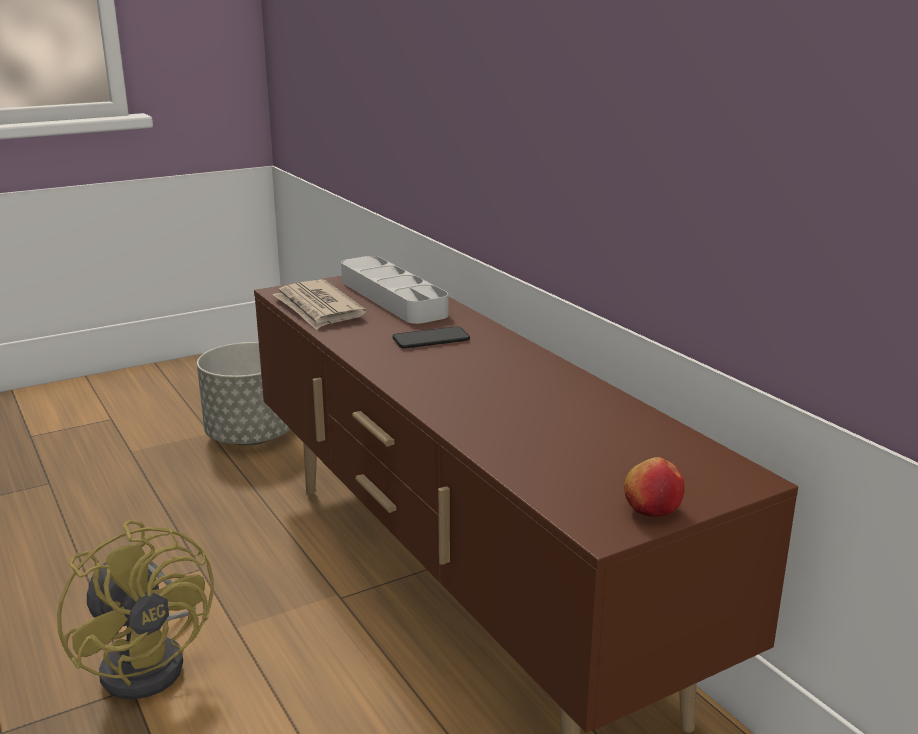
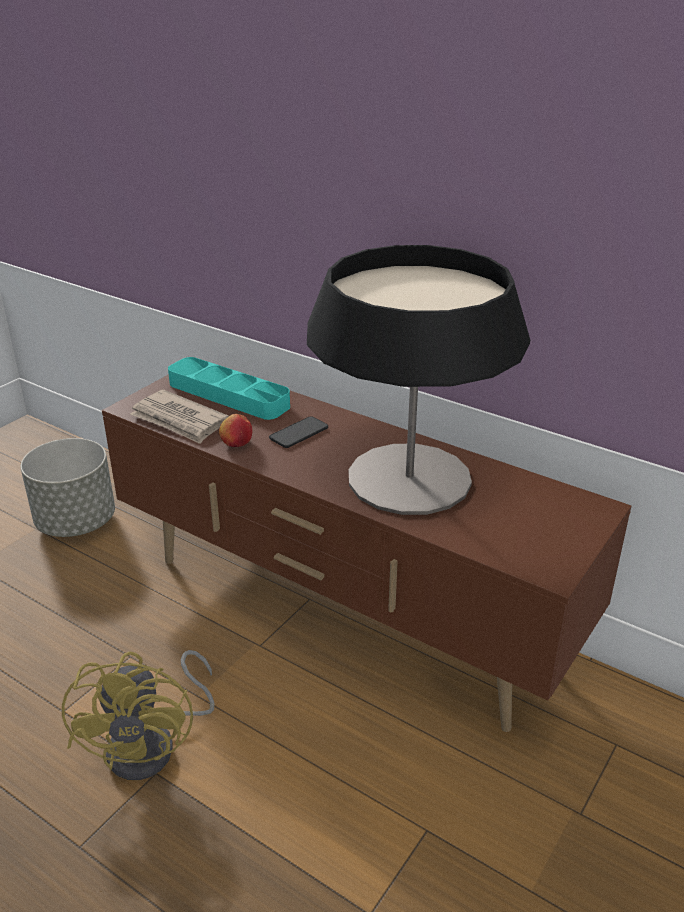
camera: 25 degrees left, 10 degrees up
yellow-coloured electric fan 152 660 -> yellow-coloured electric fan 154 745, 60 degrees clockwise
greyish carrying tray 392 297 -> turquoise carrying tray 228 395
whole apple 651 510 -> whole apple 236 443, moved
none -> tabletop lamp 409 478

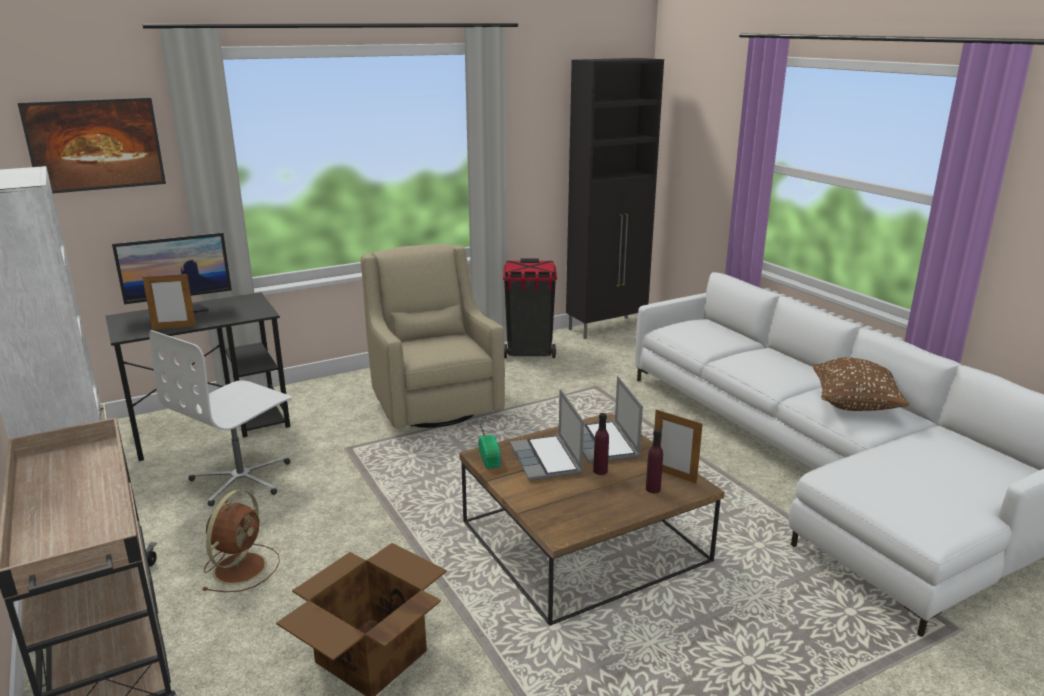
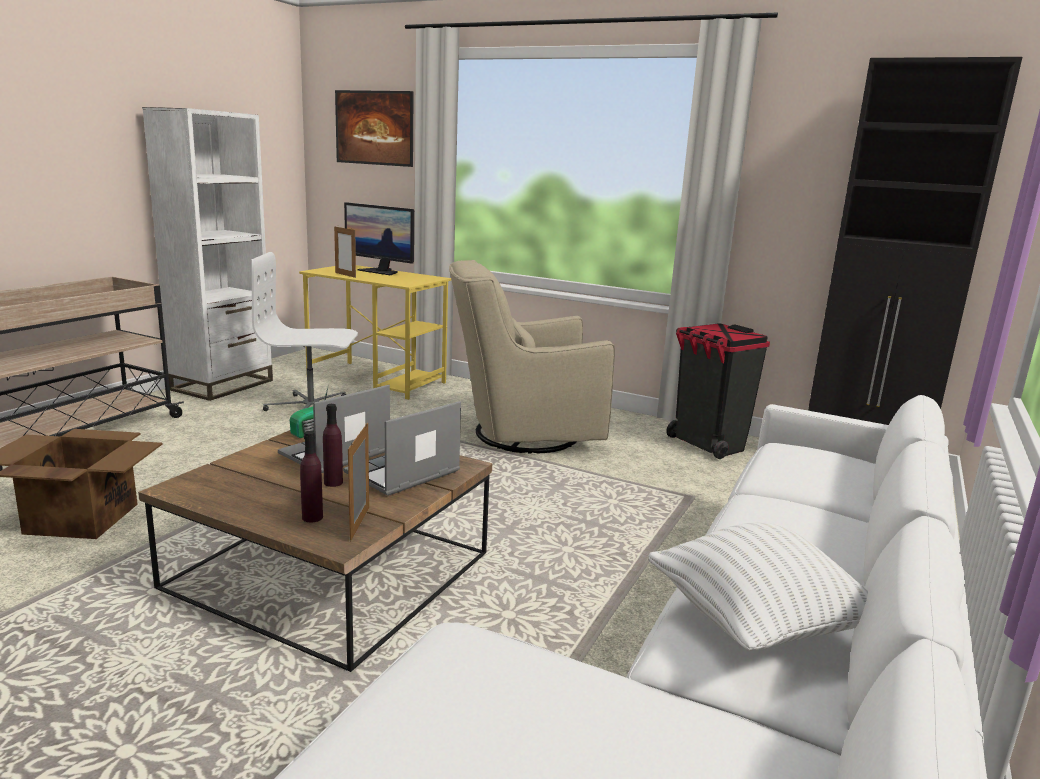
camera: 55 degrees right, 5 degrees down
black-coloured desk table 212 427 -> yellow-coloured desk table 377 380
beige armchair 433 404 -> beige armchair 521 434, 135 degrees counterclockwise
brown pillow 854 404 -> whitish pillow 757 624
brown electric fan 241 567 -> none

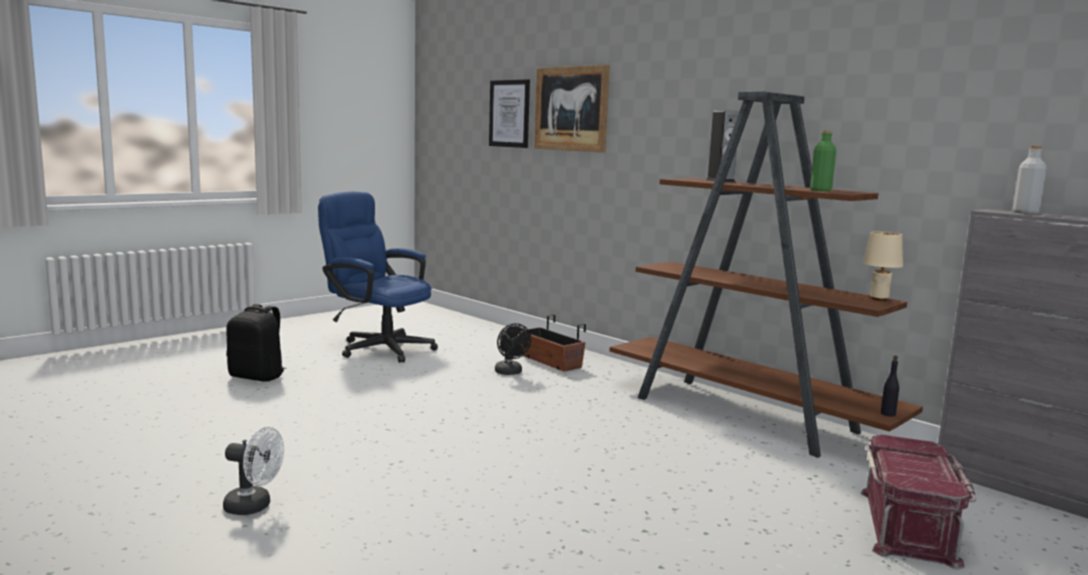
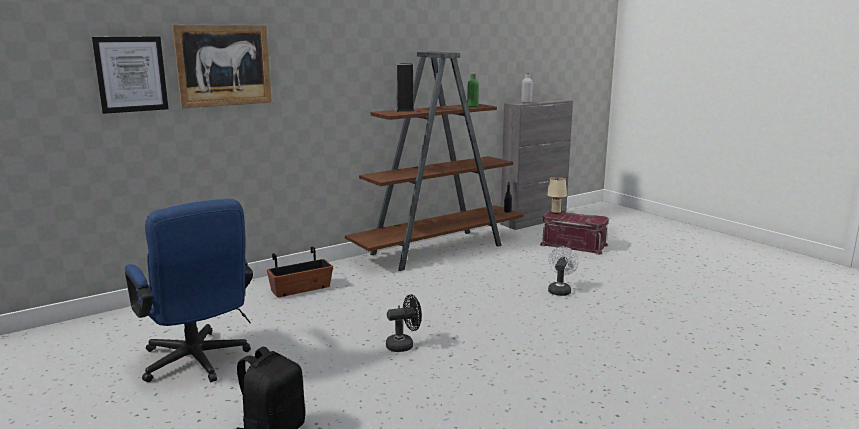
camera: 80 degrees left, 5 degrees up
blue desk chair 378 347 -> blue desk chair 197 363, 75 degrees counterclockwise
black-coloured electric fan 510 373 -> black-coloured electric fan 404 345, moved
beige tabletop lamp 879 299 -> beige tabletop lamp 556 212, moved
whitish electric fan 254 506 -> whitish electric fan 560 290, moved

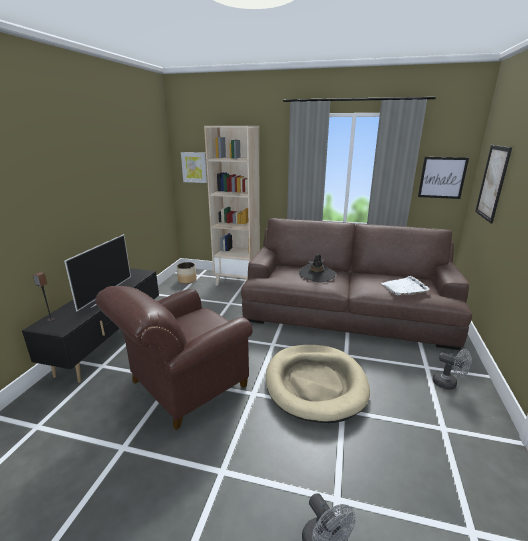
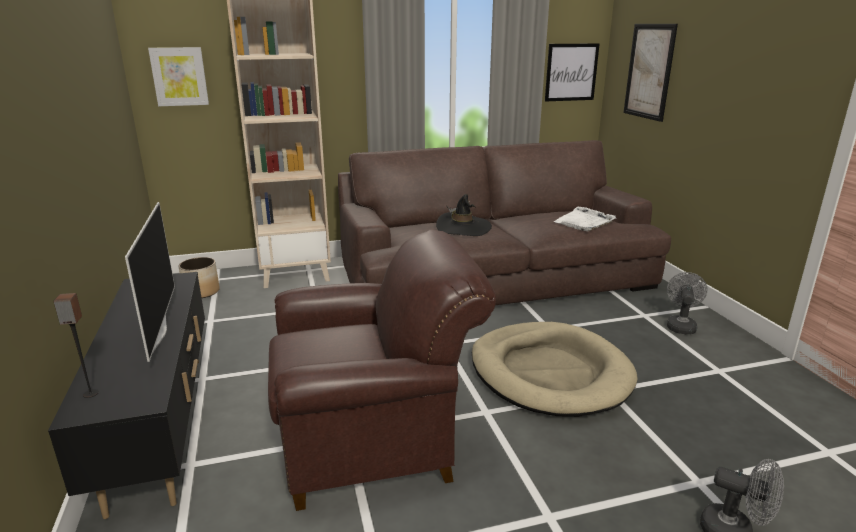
camera: 30 degrees left, 0 degrees up
brown armchair 183 386 -> brown armchair 375 440, 120 degrees counterclockwise
greyish electric fan 448 384 -> greyish electric fan 680 325, 75 degrees counterclockwise

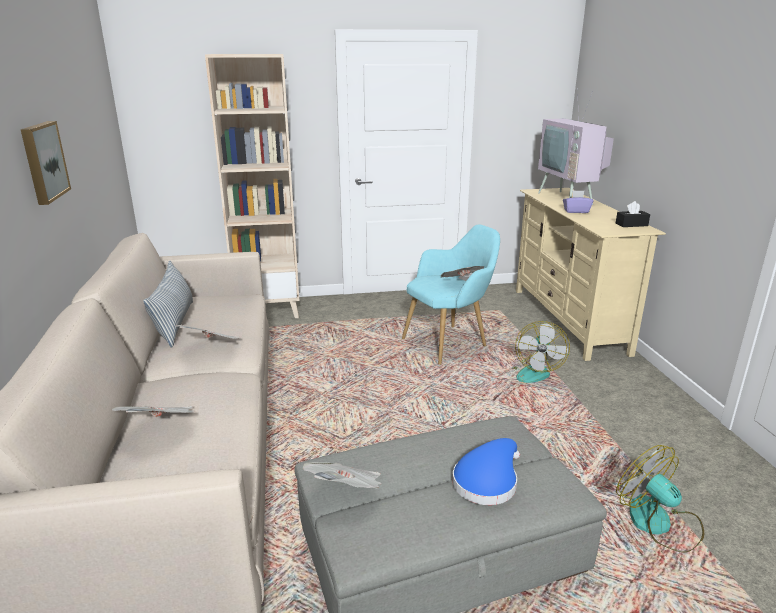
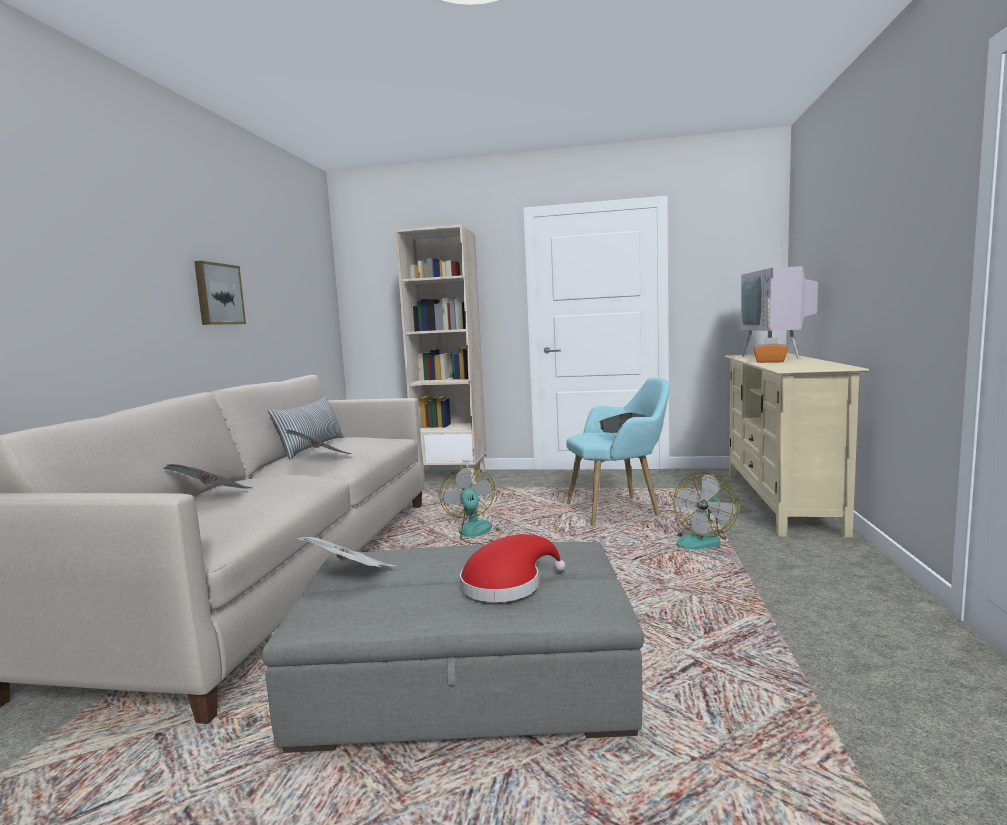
camera: 20 degrees right, 15 degrees down
electric fan 659 524 -> electric fan 478 533, moved
blue hat 487 481 -> red hat 506 585
purplish tissue box 576 211 -> orange-coloured tissue box 770 362
black-coloured tissue box 631 224 -> none

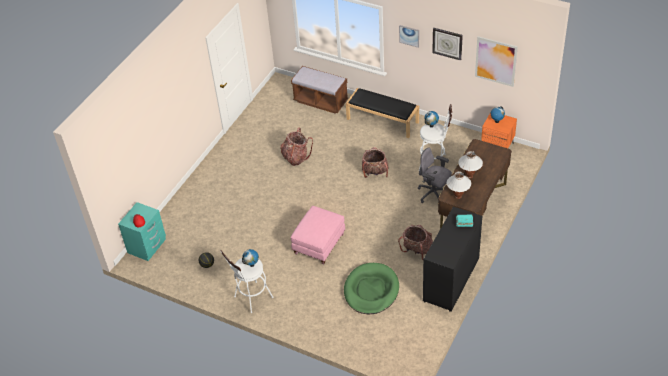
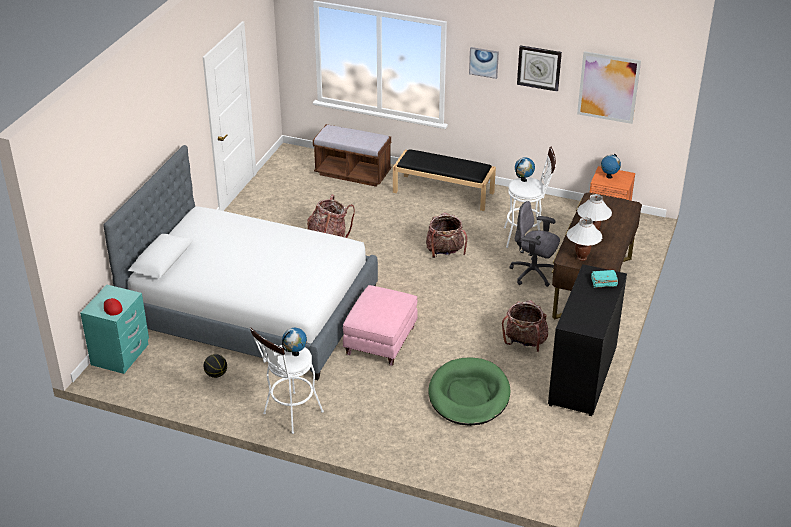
camera: 10 degrees left, 10 degrees down
none -> bedroom bed 251 309

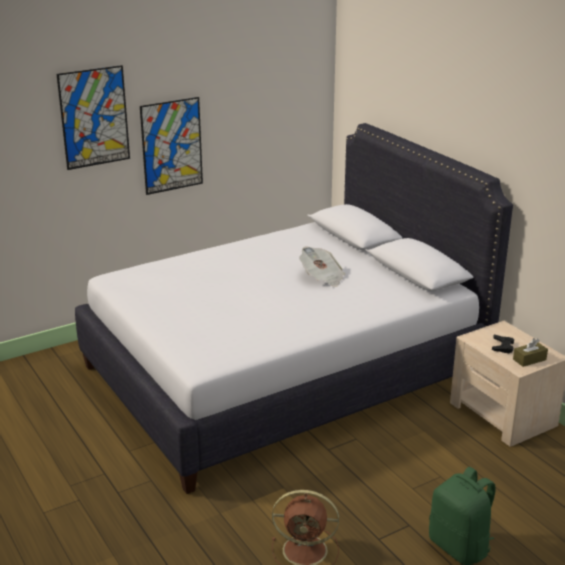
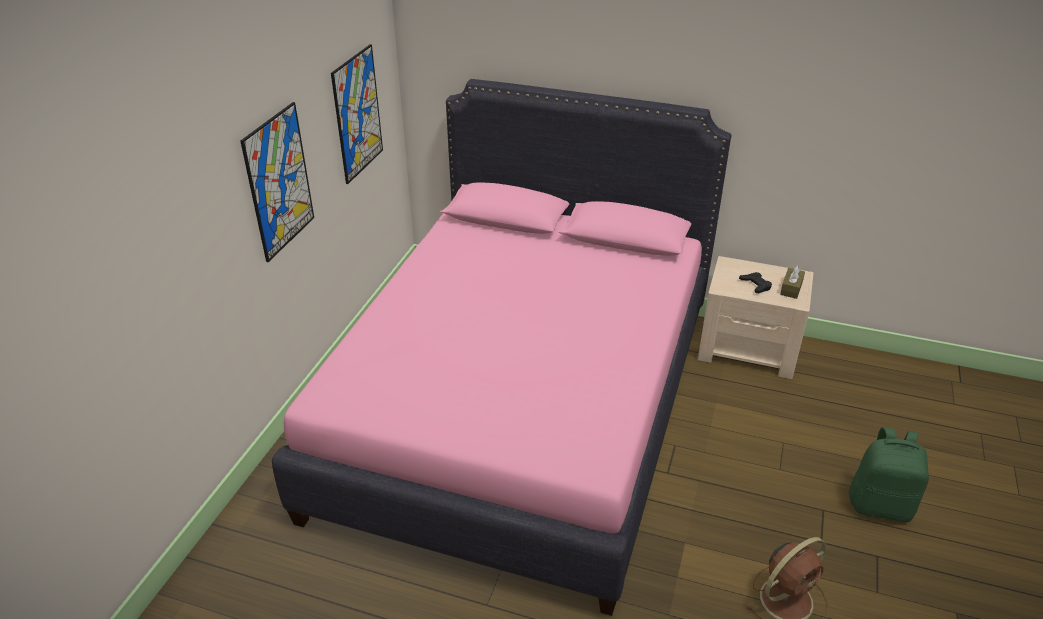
camera: 40 degrees left, 10 degrees up
whitish bedroom bed 283 373 -> pinkish bedroom bed 520 408
wall picture 94 117 -> wall picture 357 114, moved
daily paper 322 278 -> none

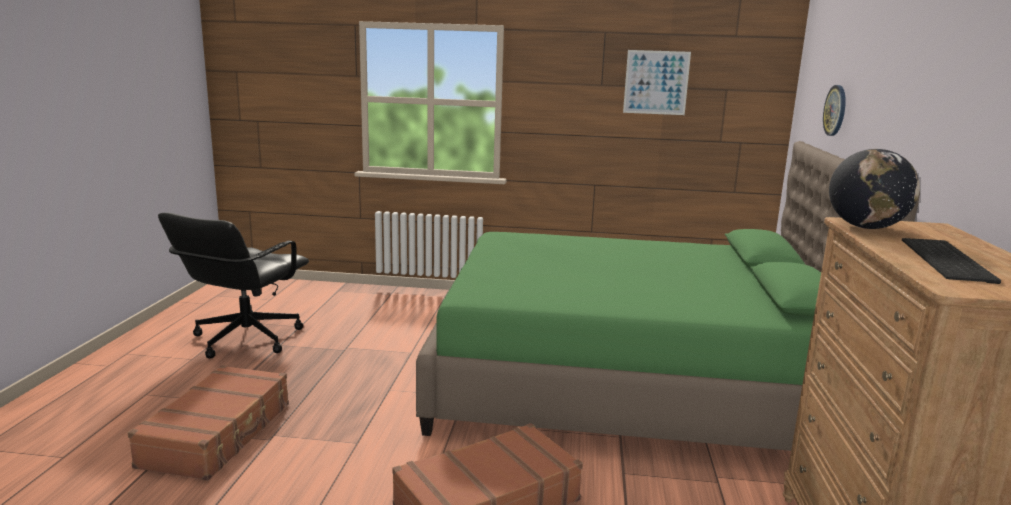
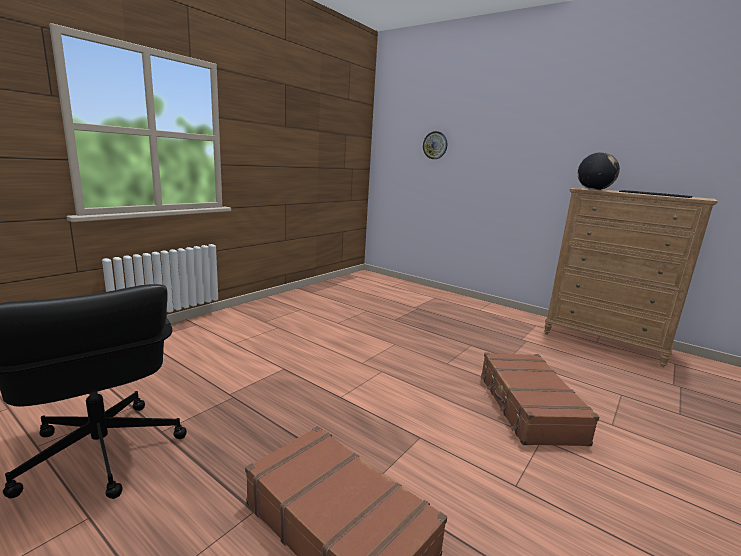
camera: 60 degrees left, 0 degrees up
green-coloured bedroom bed 626 382 -> none
wall picture 656 82 -> none

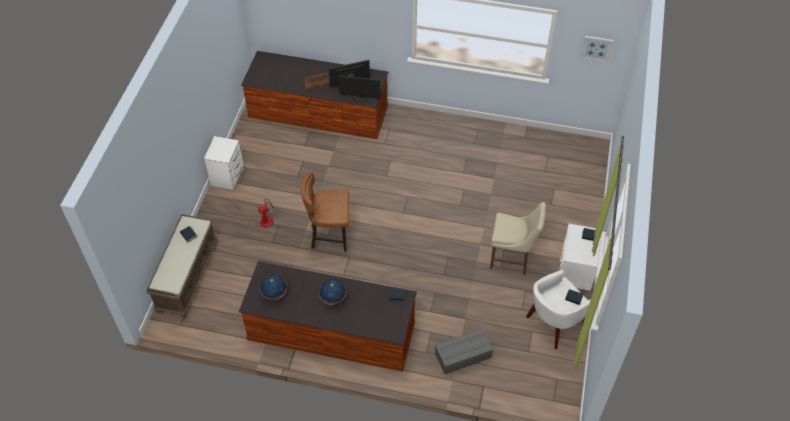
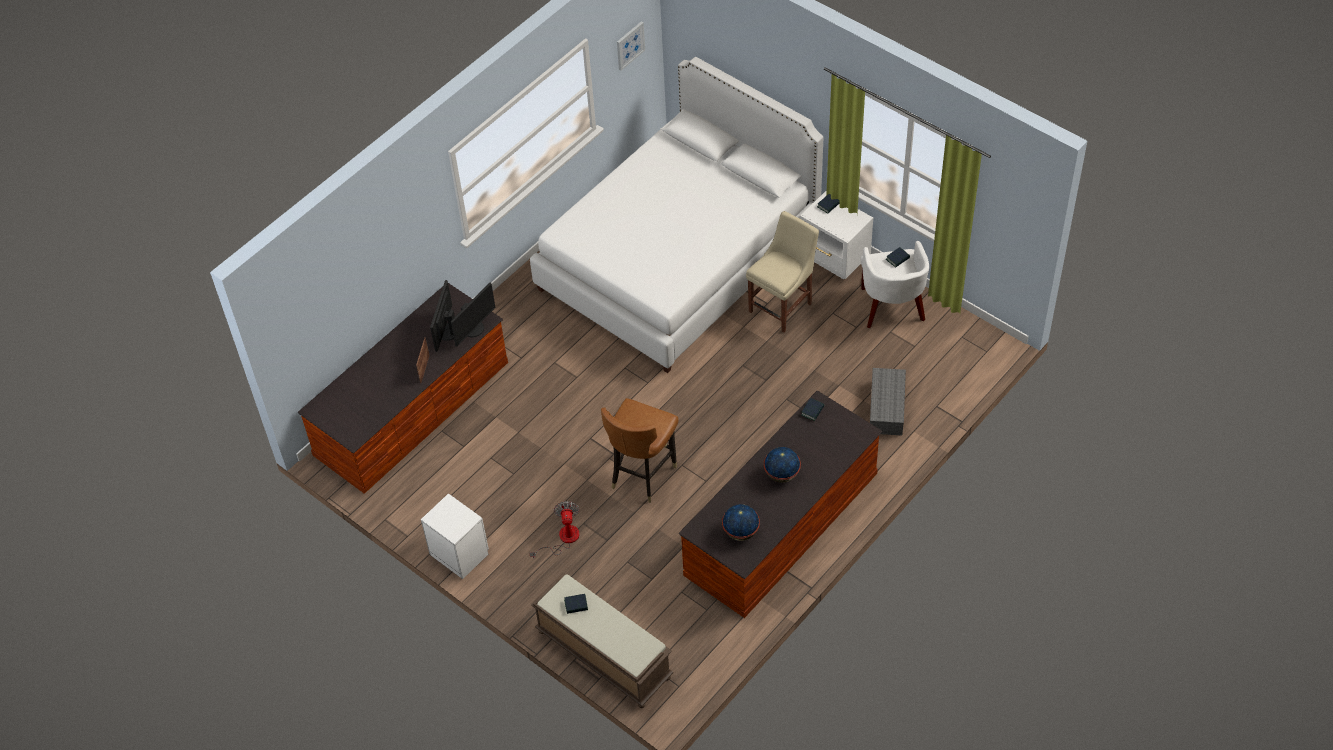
camera: 60 degrees left, 0 degrees up
none -> whitish bedroom bed 678 259

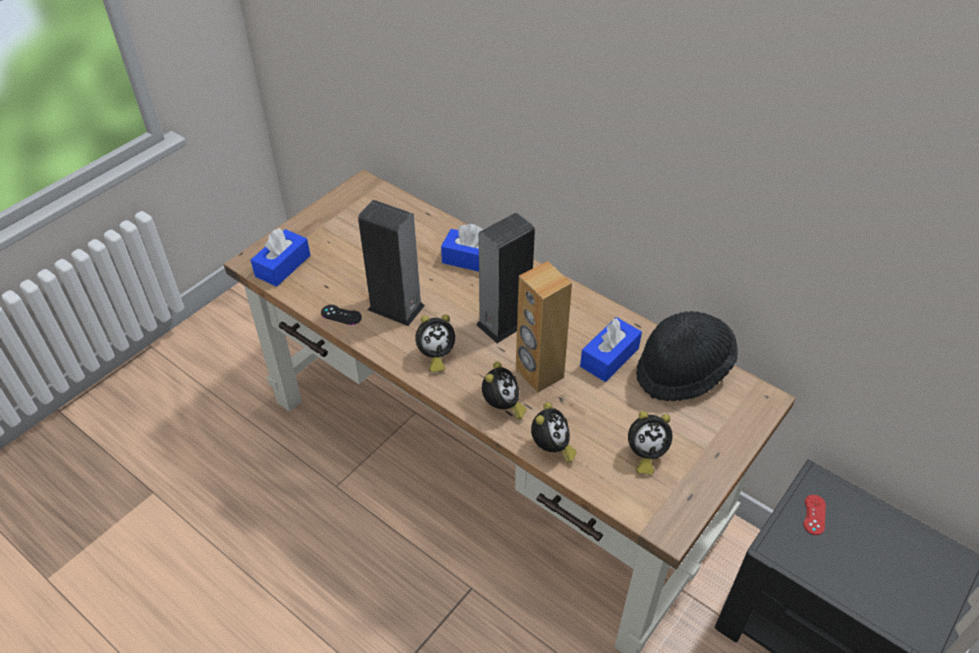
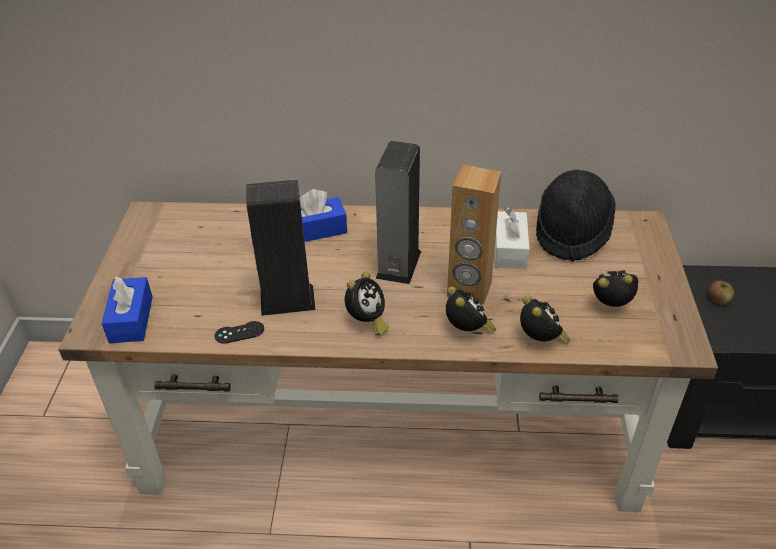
camera: 35 degrees left, 5 degrees down
blue tissue box 609 357 -> whitish tissue box 509 249
bedside clock 644 454 -> bedside clock 612 305, 135 degrees counterclockwise
red gamepad 814 514 -> whole apple 718 299

